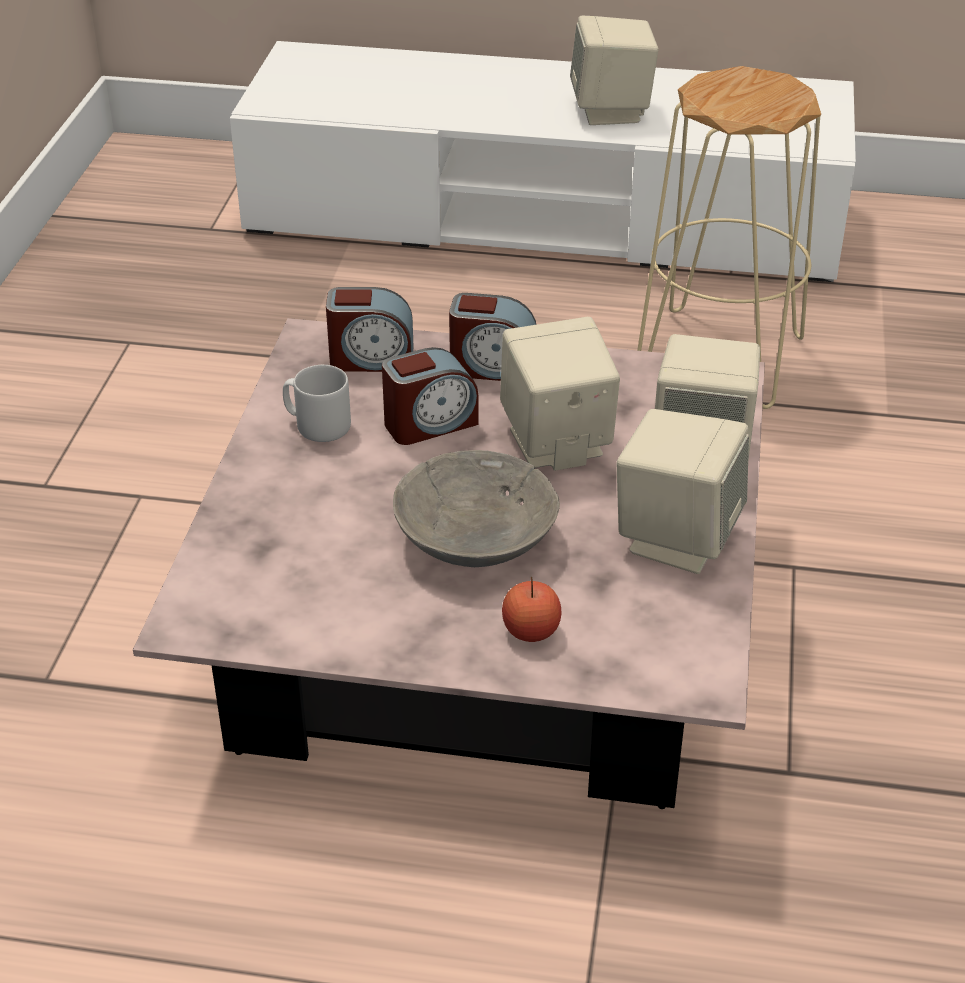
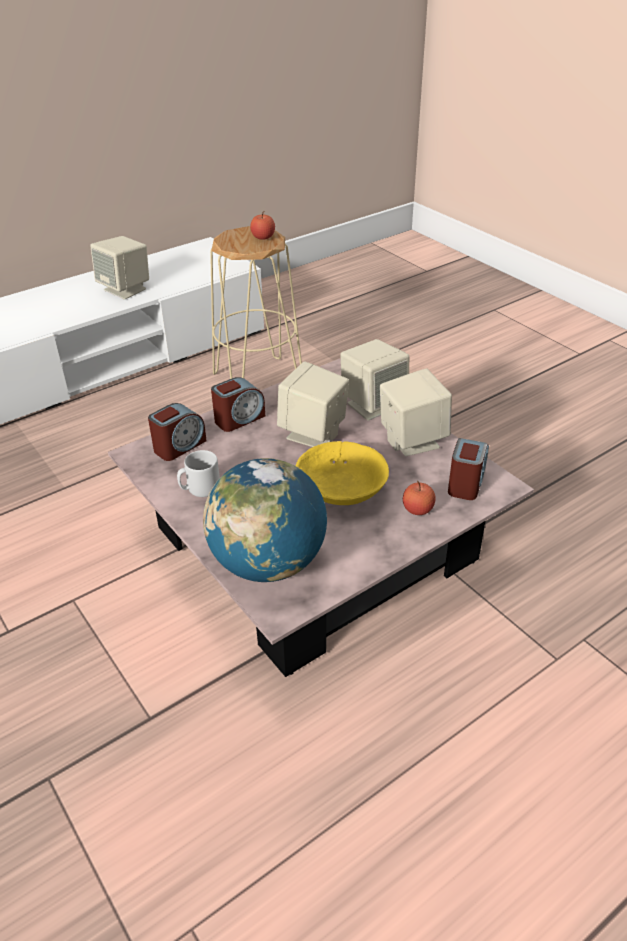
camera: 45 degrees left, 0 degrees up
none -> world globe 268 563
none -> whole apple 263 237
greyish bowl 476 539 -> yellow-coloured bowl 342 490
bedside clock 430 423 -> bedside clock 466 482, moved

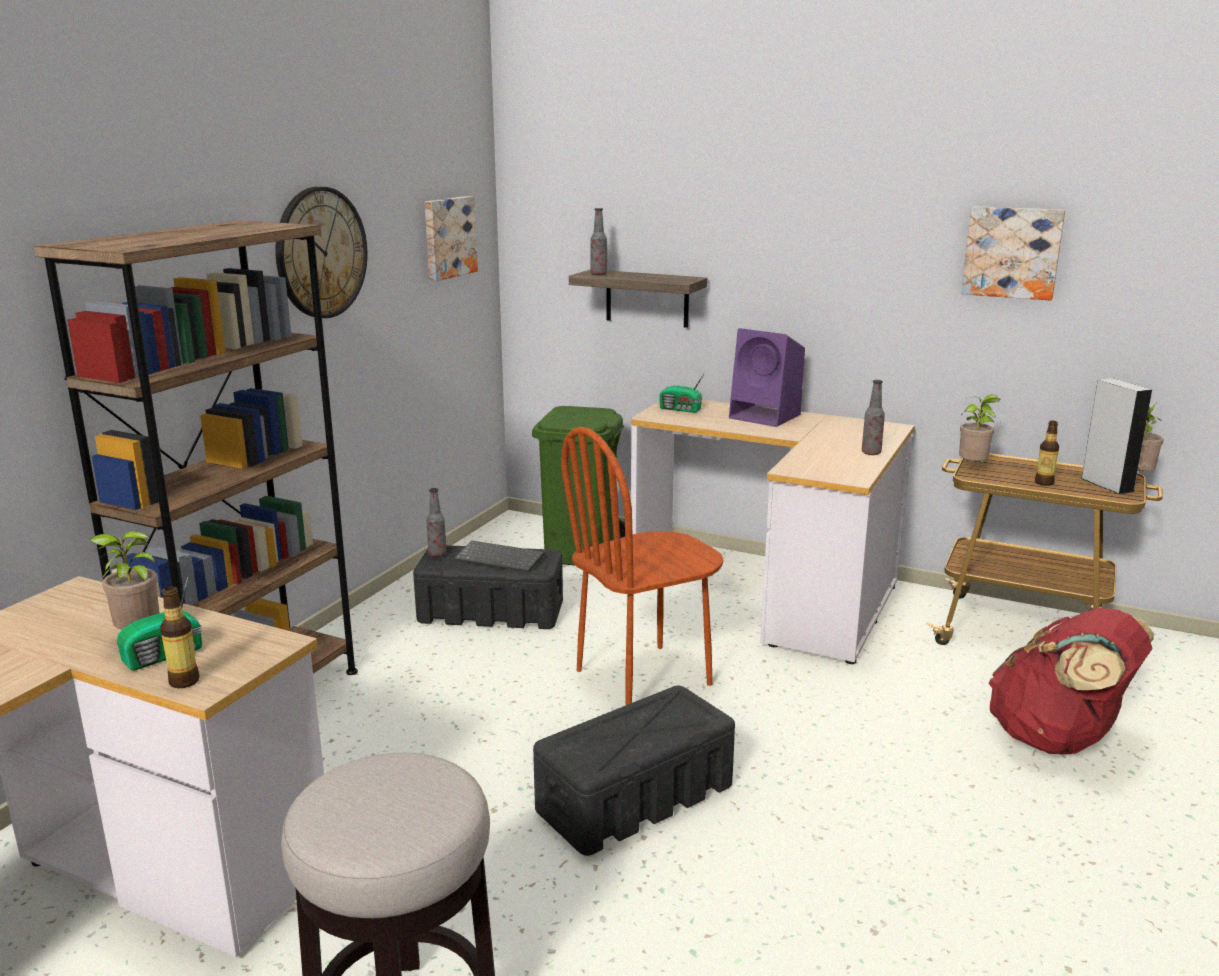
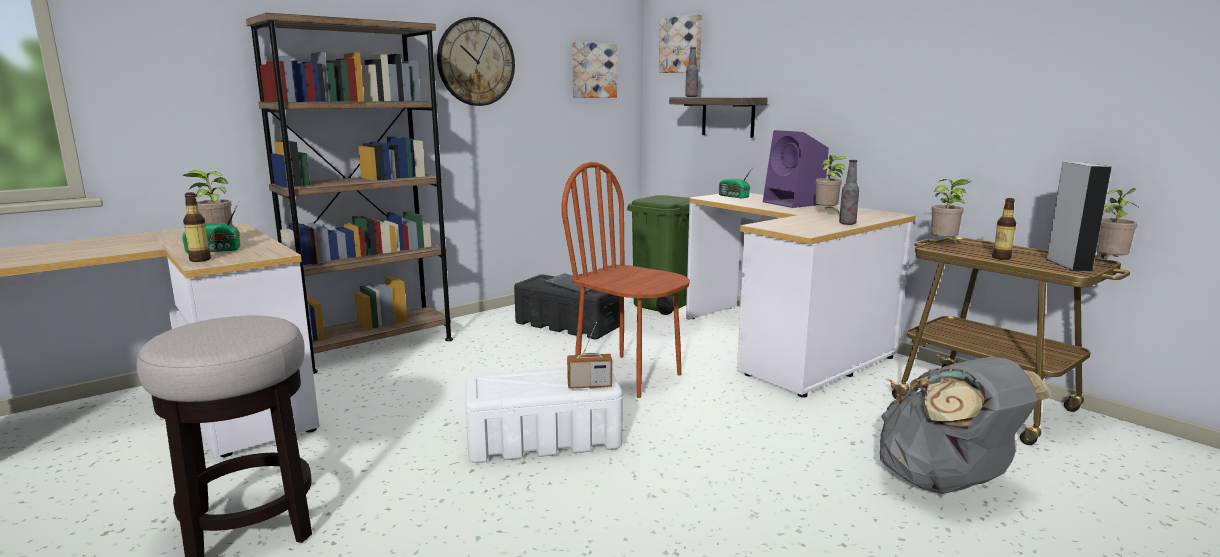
camera: 25 degrees right, 5 degrees down
black-coloured storage bin 636 797 -> whitish storage bin 545 439
brown plain chair 644 678 -> brown plain chair 628 376, 45 degrees clockwise
none -> radio receiver 589 385
wall picture 1012 252 -> wall picture 681 44, moved
none -> potted plant 827 213
red backpack 1058 740 -> greyish backpack 946 483
beverage bottle 437 554 -> none

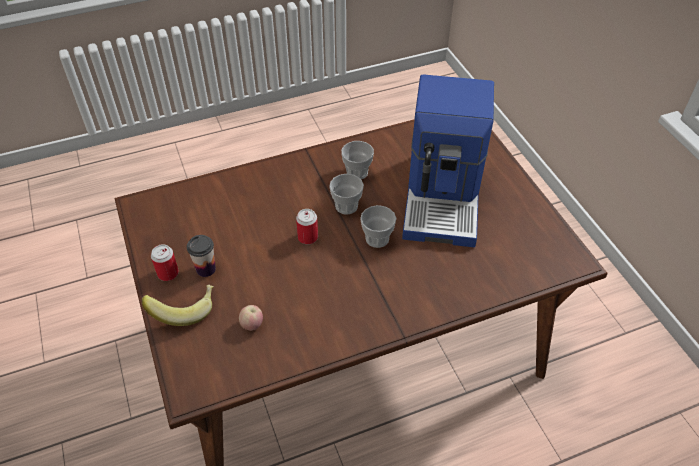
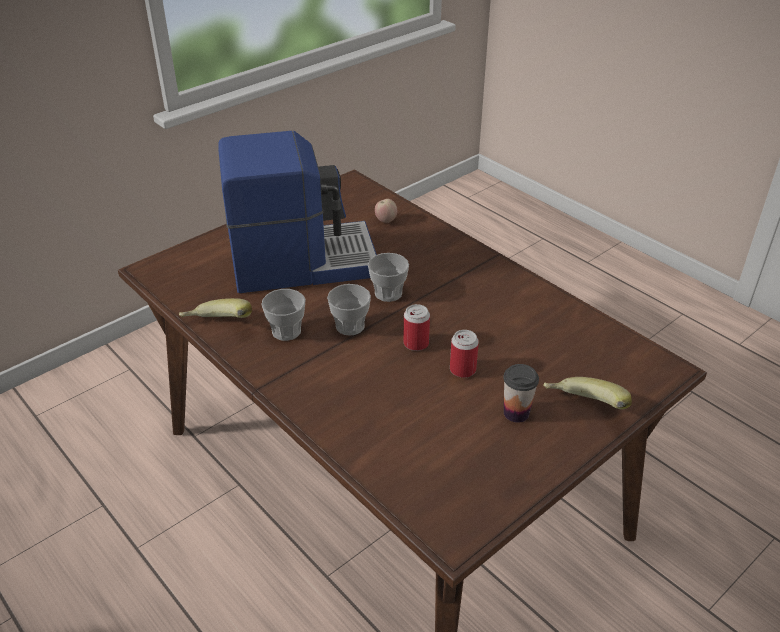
camera: 110 degrees left, 10 degrees down
none -> banana fruit 218 328
whole apple 252 325 -> whole apple 386 220, moved
sealed can 168 273 -> sealed can 462 370, moved

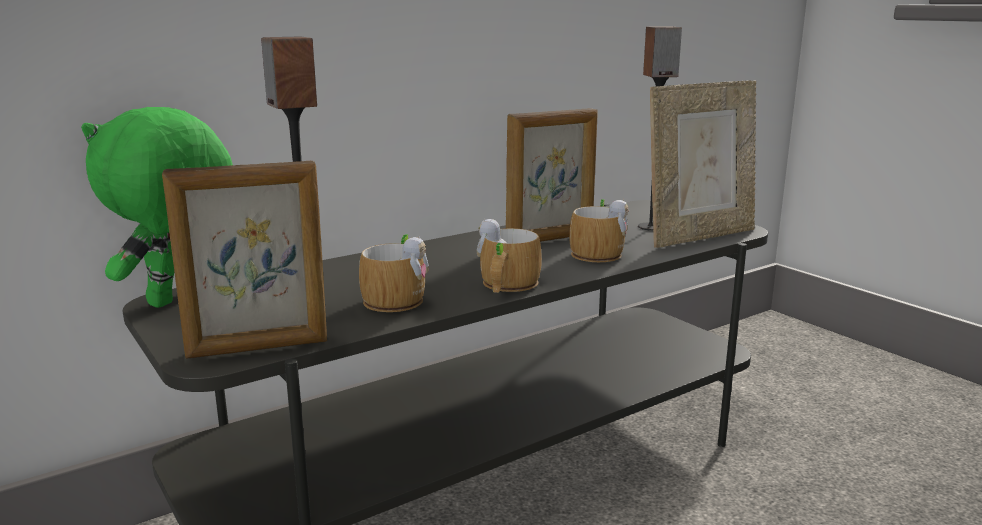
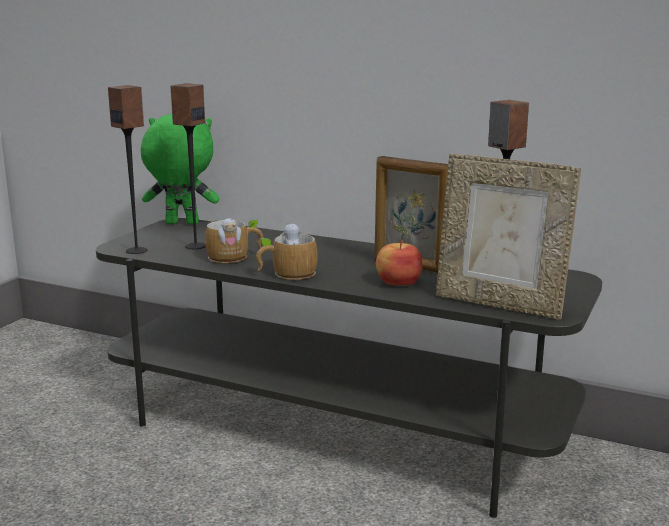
camera: 60 degrees right, 0 degrees up
picture frame 258 348 -> audio speaker 137 250
coffee mug 598 252 -> whole apple 398 282

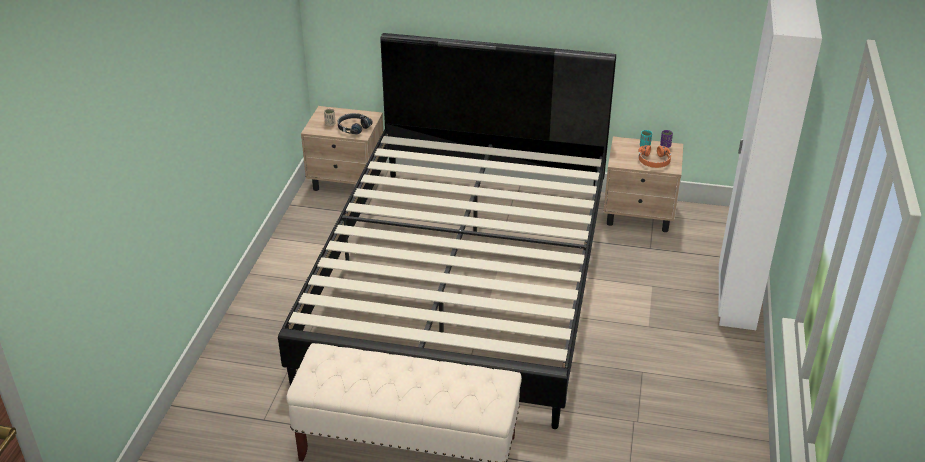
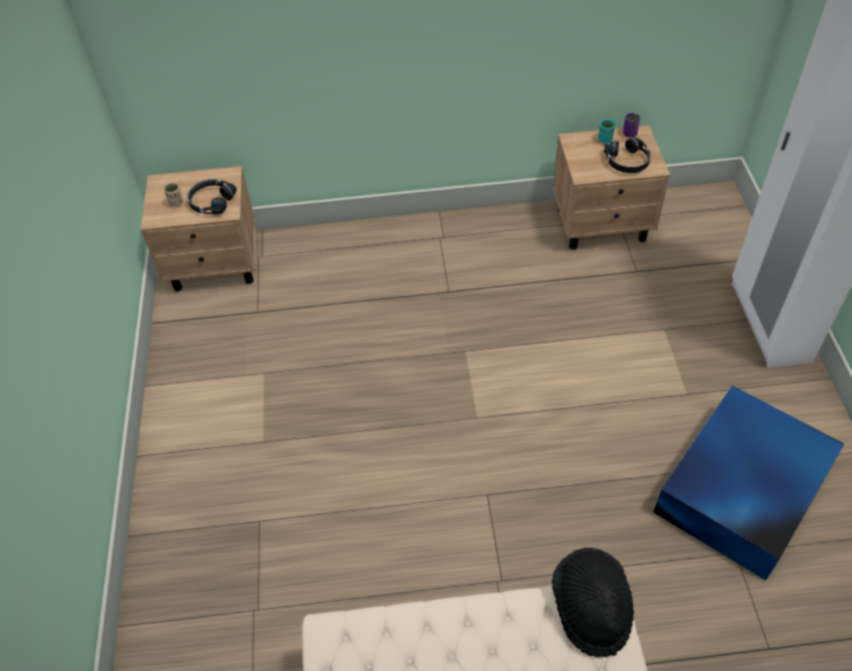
camera: 15 degrees left, 15 degrees up
none -> black-coloured hat 591 608
orange-coloured headset 654 161 -> black-coloured headset 627 161
none -> blue storage bin 740 491
black-coloured bedroom bed 463 281 -> none

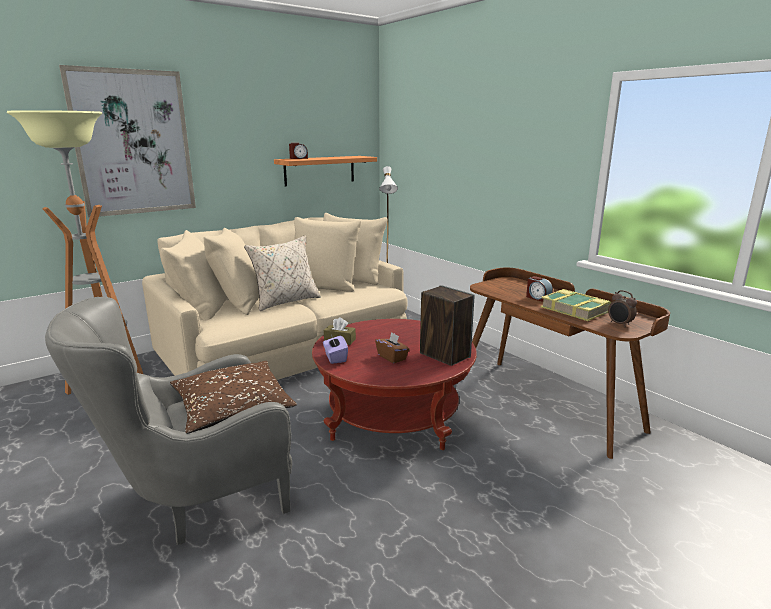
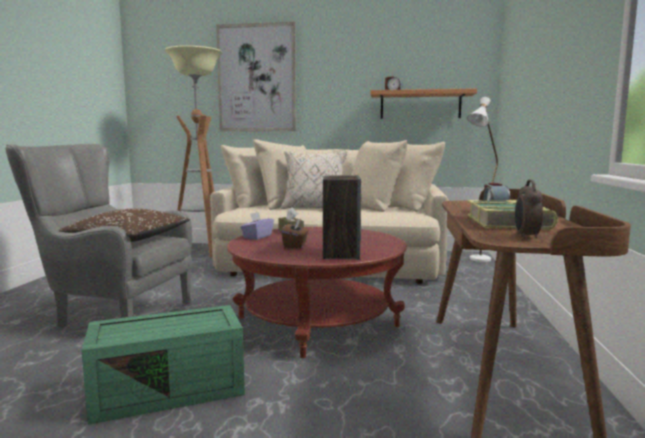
camera: 45 degrees right, 10 degrees down
none -> green-coloured storage bin 170 389

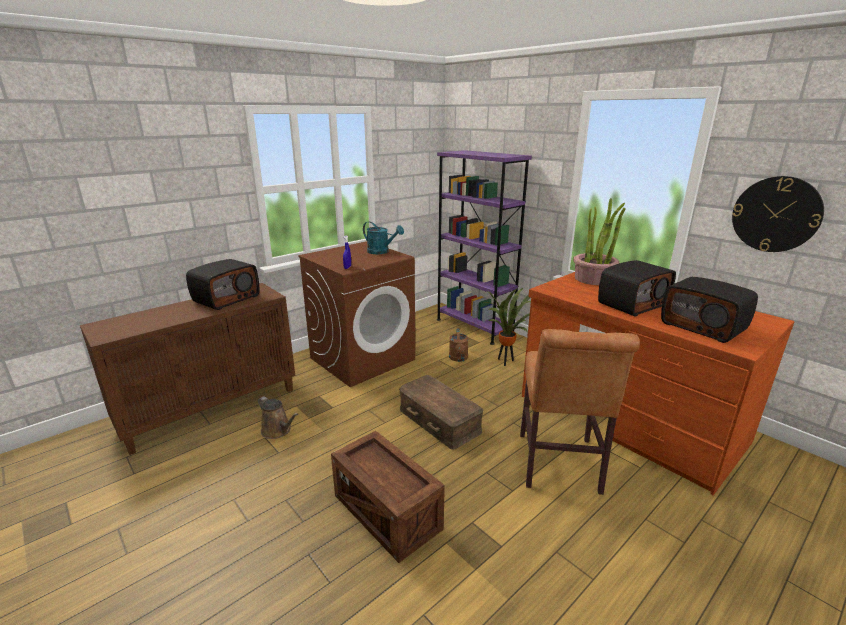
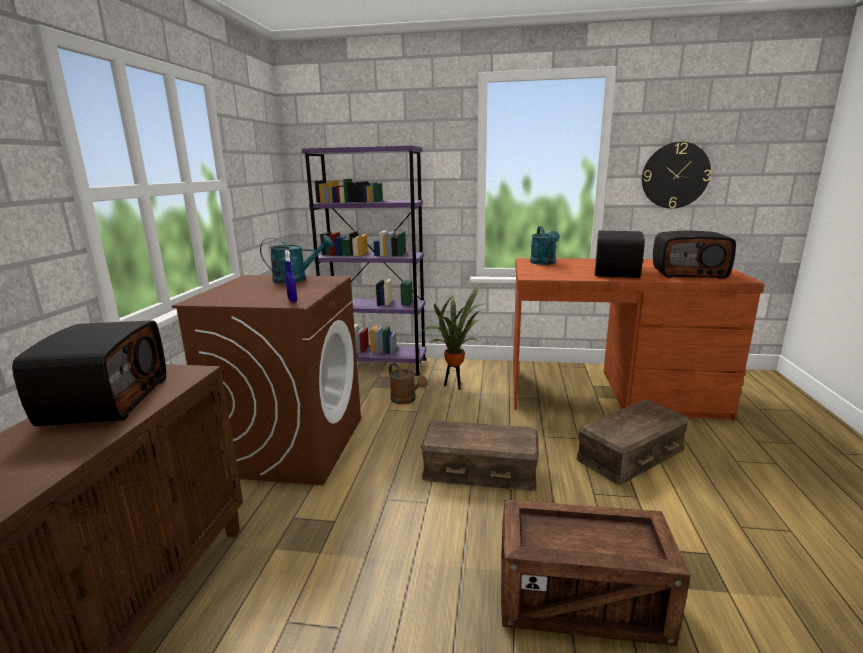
camera: 40 degrees left, 5 degrees down
potted plant 593 279 -> turquoise sprinkling can 544 263
brown plain chair 559 466 -> brown storage bin 631 454
brown sprinkling can 278 431 -> none

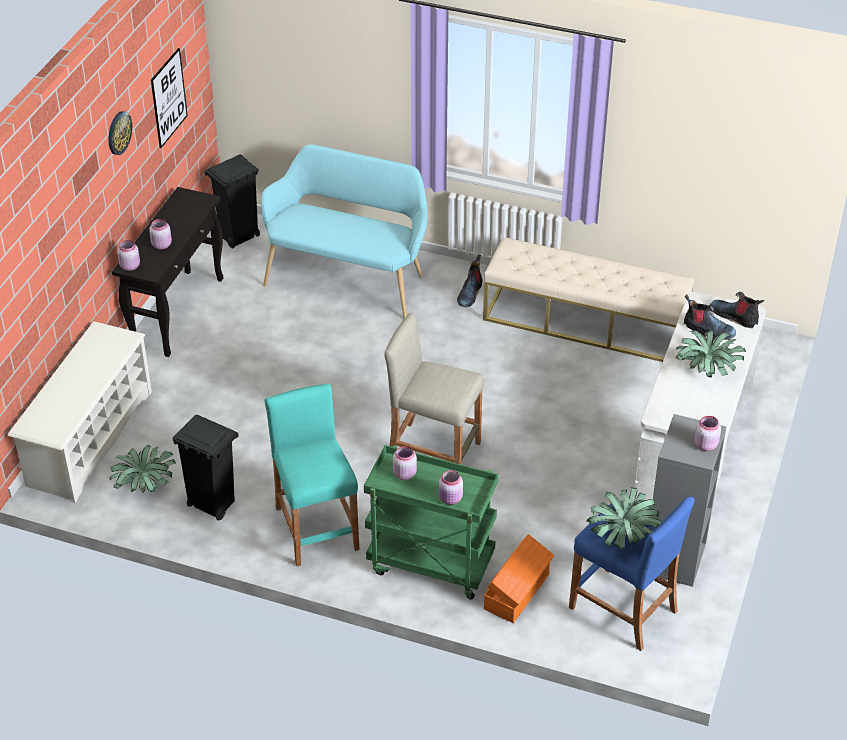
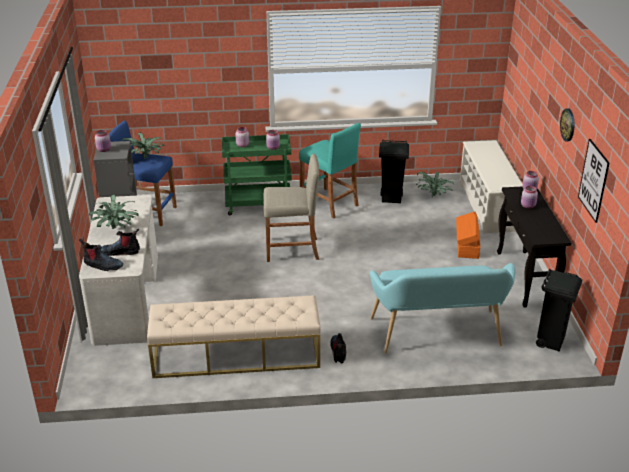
camera: 155 degrees right, 10 degrees down
orange-coloured storage bin 518 592 -> orange-coloured storage bin 467 246, moved

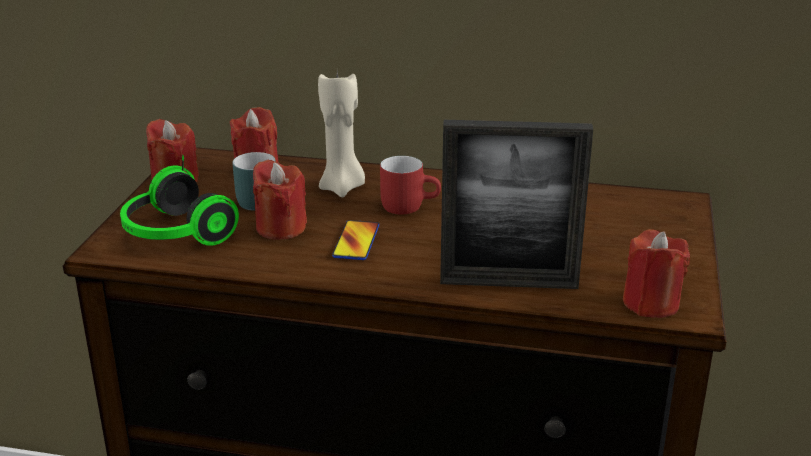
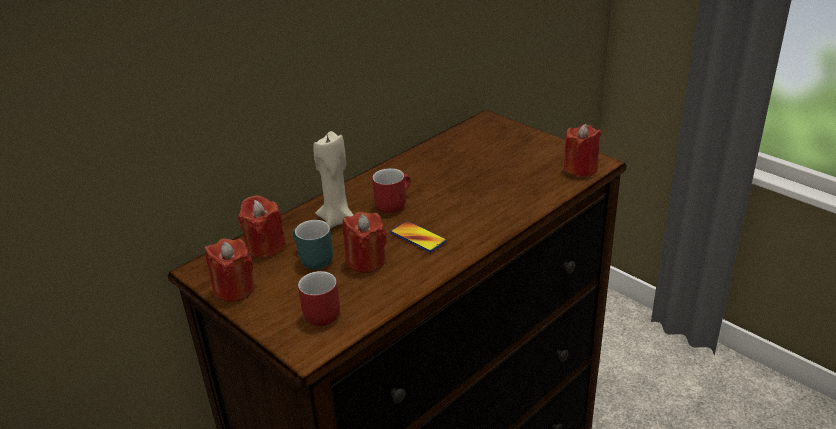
camera: 55 degrees left, 5 degrees up
headset 174 234 -> red coffee mug 322 311
picture frame 508 283 -> none

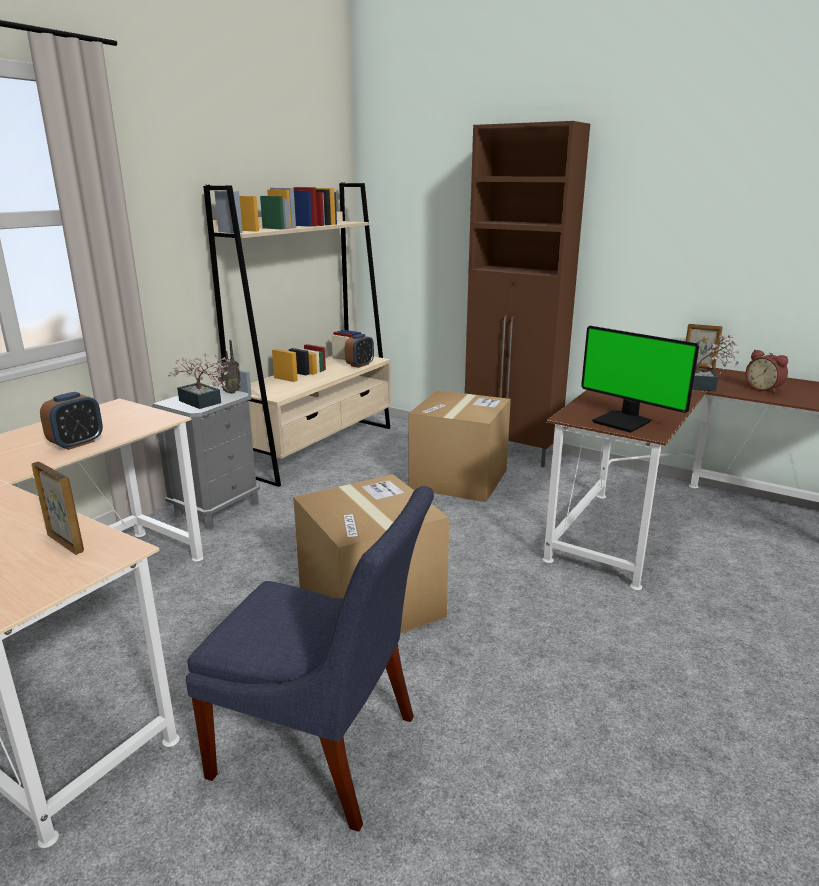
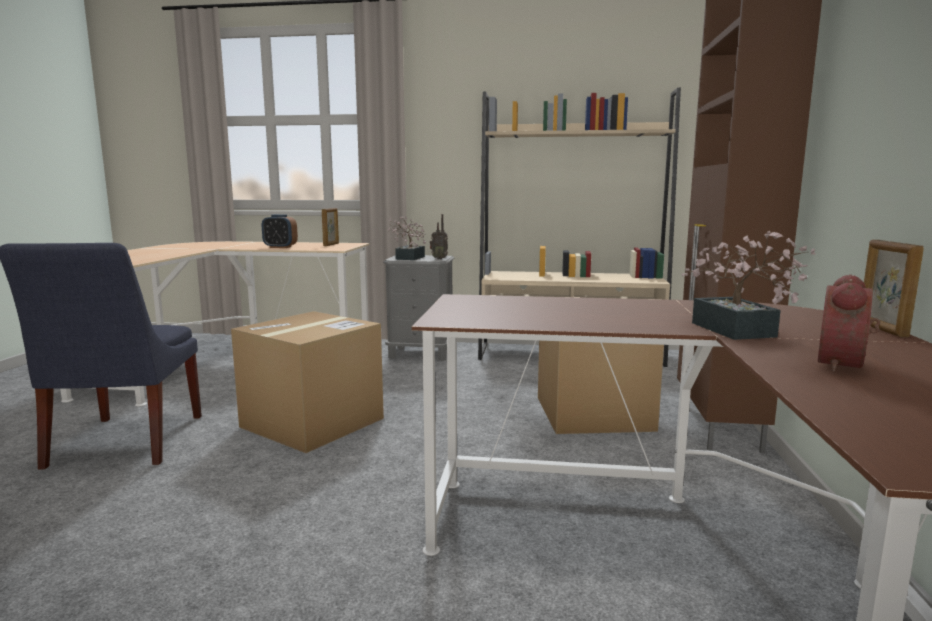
camera: 65 degrees right, 10 degrees down
picture frame 66 543 -> picture frame 331 244, moved
bedside clock 360 365 -> none
computer display 623 421 -> none

